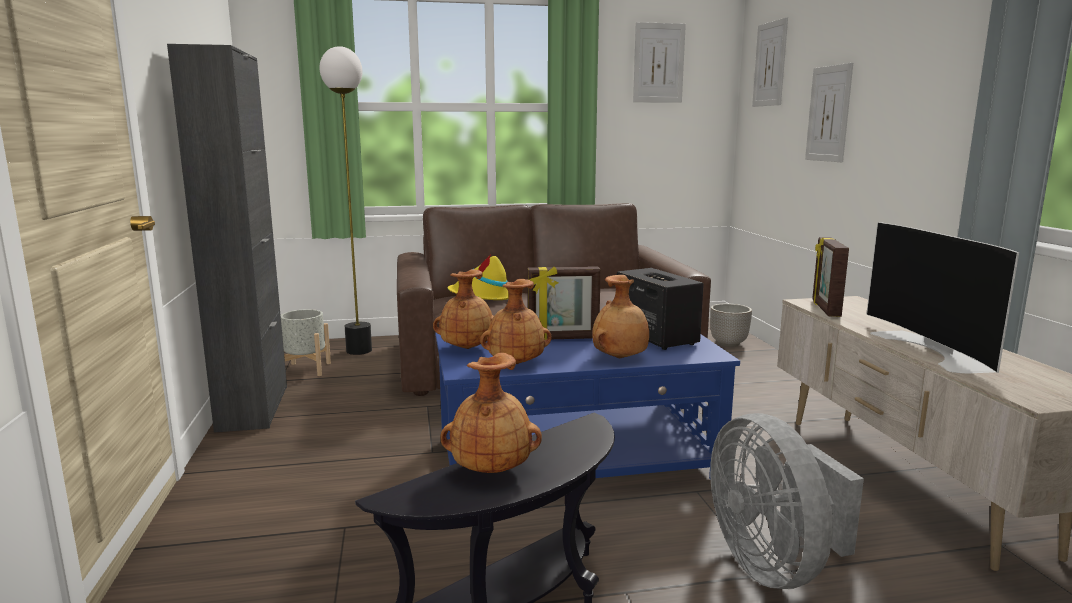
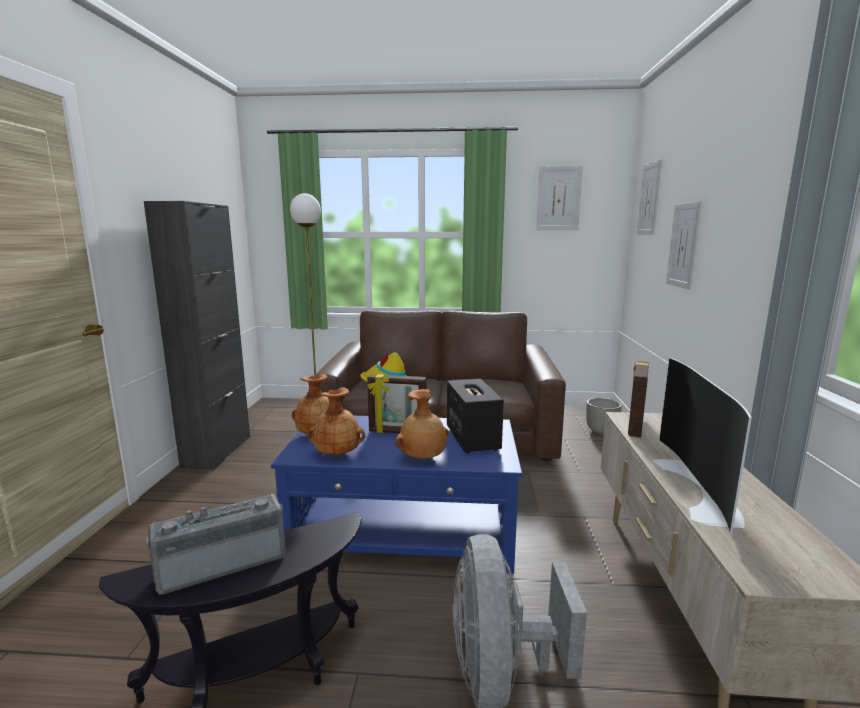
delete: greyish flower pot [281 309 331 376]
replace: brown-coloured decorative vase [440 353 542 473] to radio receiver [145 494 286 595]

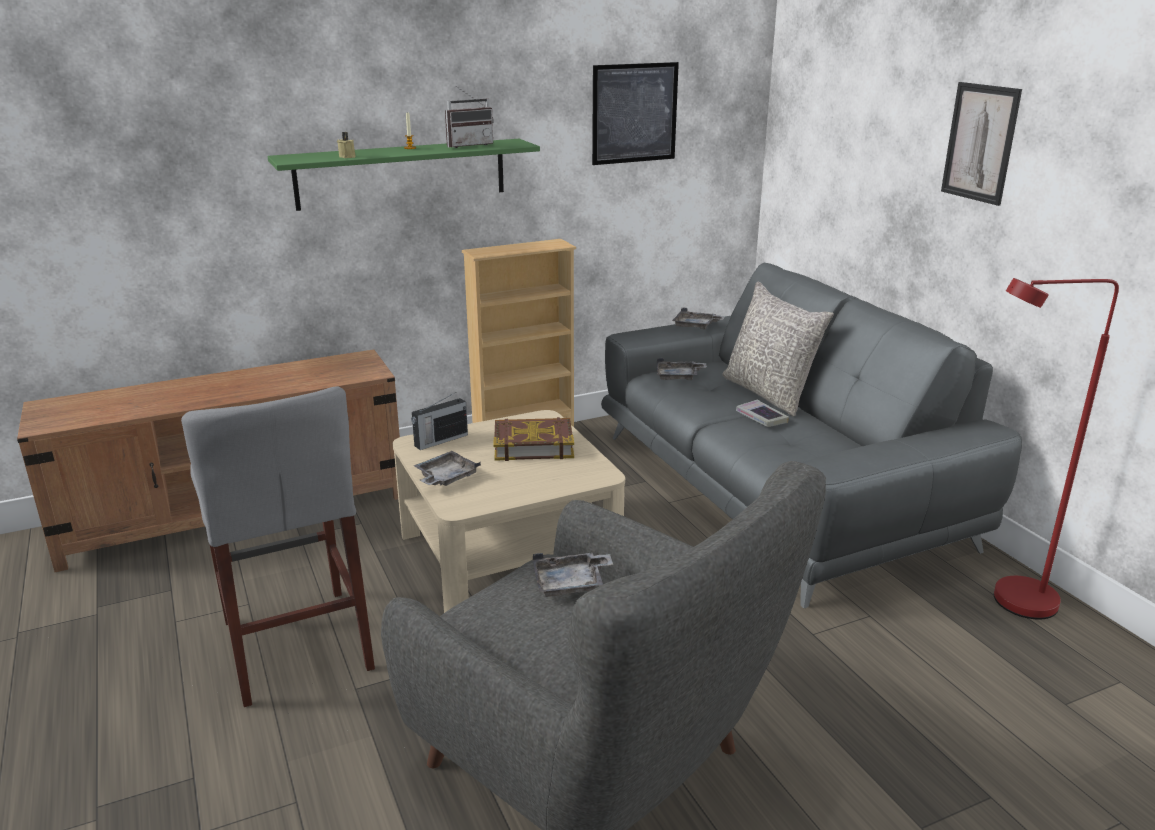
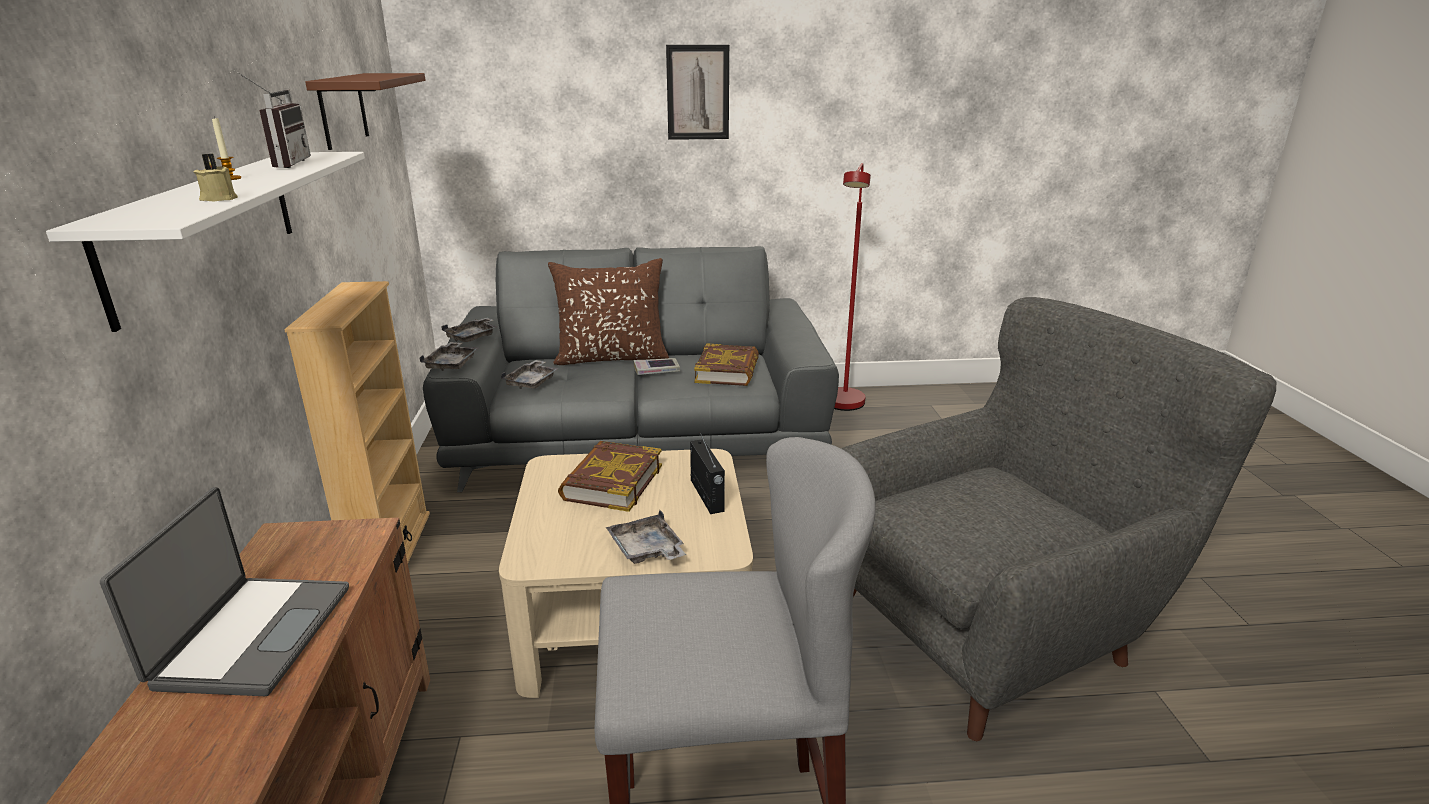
insert: volume [694 343 759 386]; laptop [100 487 349 696]
move: radio receiver [411 392 468 450] to [690 433 725 514]; greyish carrying tray [532 553 613 597] to [420 342 478 371]
replace: picture [592 62 679 165] to brown-coloured wall shelf [305 73 425 150]
recolor: green-coloured wall shelf [267 139 540 211] to white wall shelf [46 152 365 332]; greyish throw pillow [722 282 834 417] to brown-coloured throw pillow [548 258 669 365]

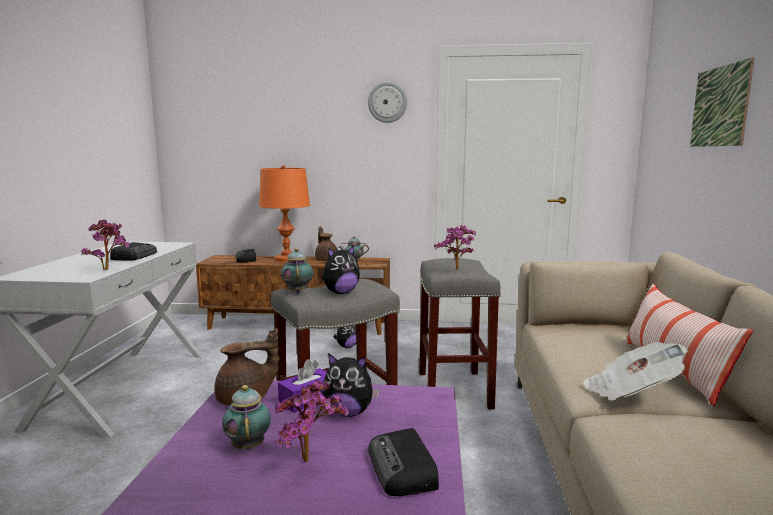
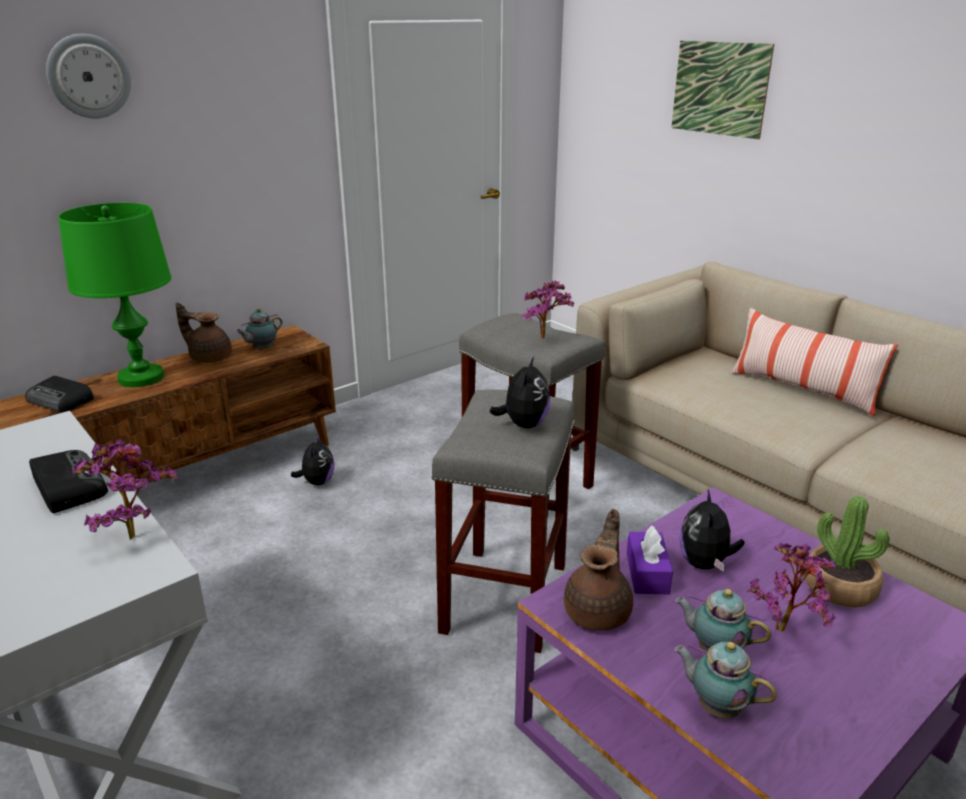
delete: printed paper [583 342 688 401]
move: hanging clock [368 82 407 123] to [46 34 131 118]; pot for tea [281 248 313 293] to [674 642 777 718]
replace: radio receiver [368 428 439 496] to plant in a pot [804 496 889 607]
recolor: orange-coloured lamp for a table [259 165 310 262] to green-coloured lamp for a table [58 203 171 387]
rotate: soft toy [322 353 380 417] = [679 490 745 572] 135 degrees clockwise

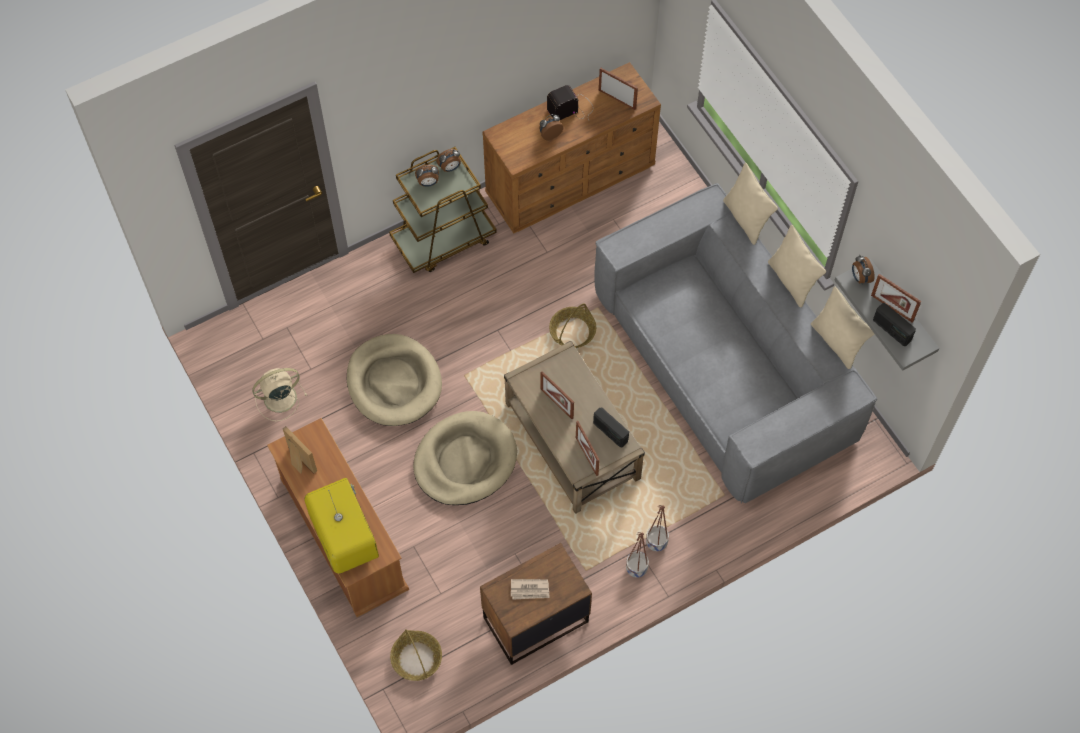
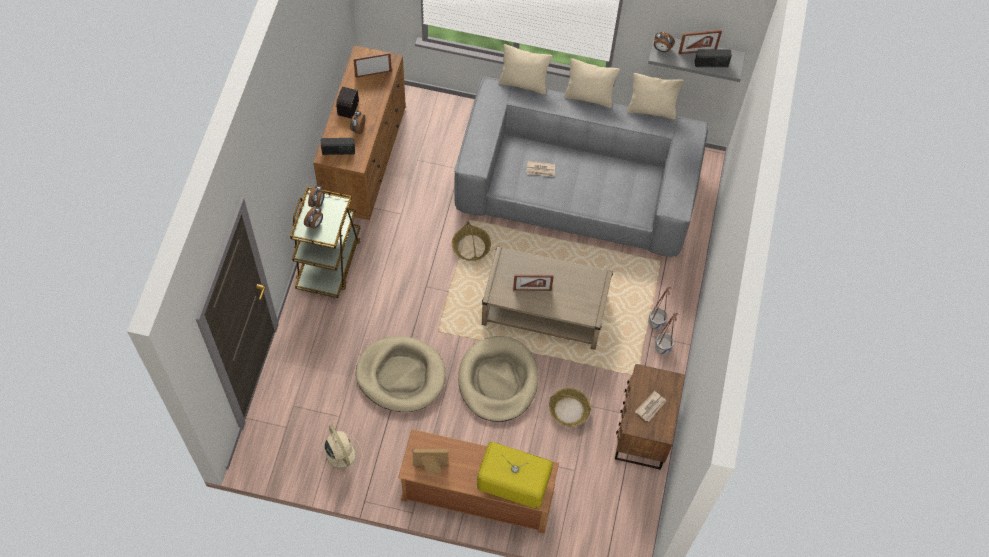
delete: picture frame [576 421 600 476]
insert: printed paper [526 161 555 177]
move: radio receiver [593 408 629 447] to [321 138 355 155]; household basket [390 629 442 681] to [549 388 591 427]
rotate: sand-coloured electric fan [252 368 307 421] = [318 425 363 477] 135 degrees clockwise

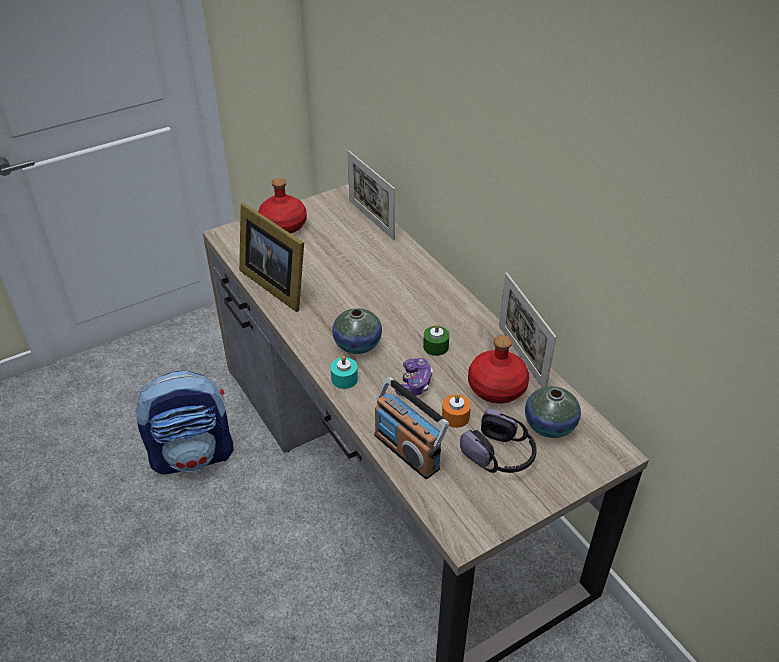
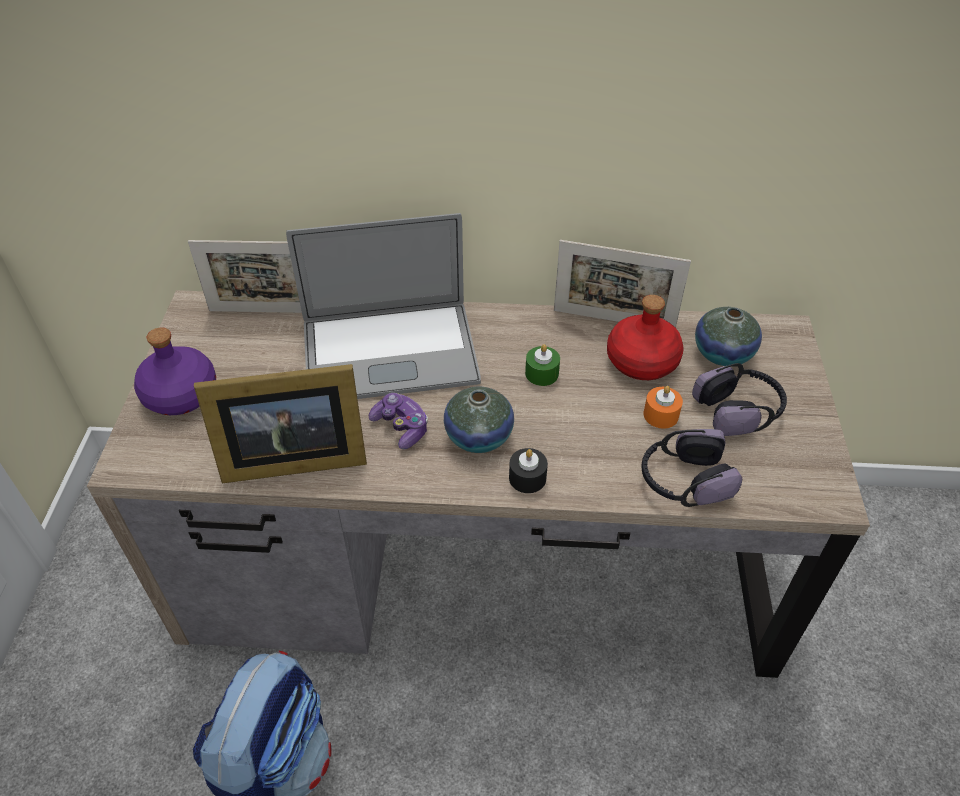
insert: laptop [286 213 481 399]
move: game controller [395 358 433 396] to [369 393 428 449]
replace: radio receiver [374 377 449 479] to headset [642 429 743 507]
recolor: red-coloured beverage bottle [258 178 307 234] to purple beverage bottle [134 327 216 415]; turquoise-coloured wax light [331 356 358 389] to blackish wax light [509 448 548 493]

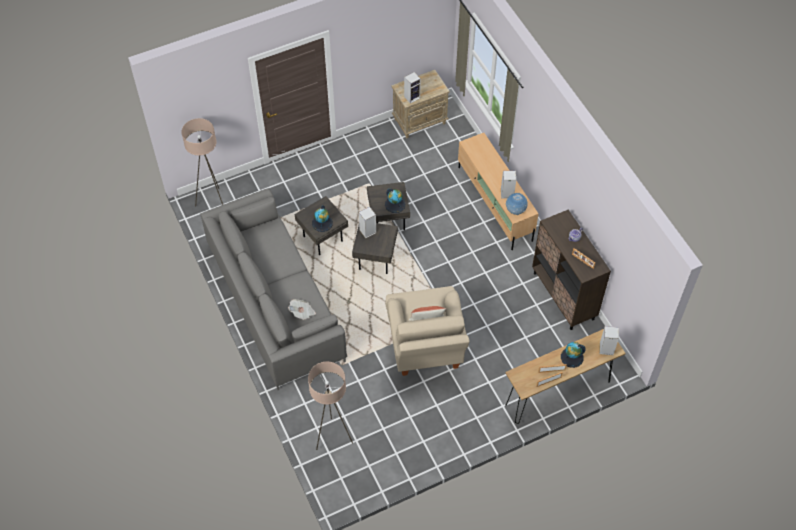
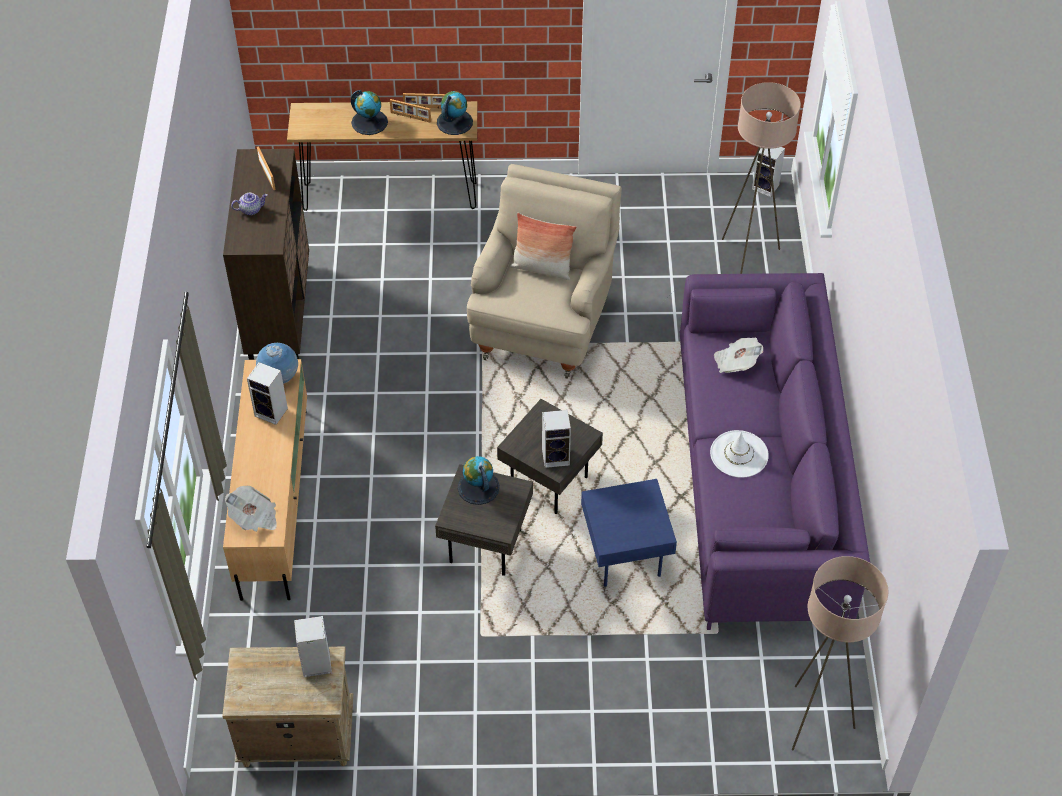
insert: white clothing hat [710 430 769 478]; printed paper [225 486 277 532]
move: globe [312 205 333 232] to [437 91 473 135]; speaker [600 326 619 355] to [752 147 785 197]
recolor: greyish sofa [200 189 347 390] to purple sofa [680 273 870 630]; greyish side table [295 196 348 255] to blue side table [581 479 677 587]

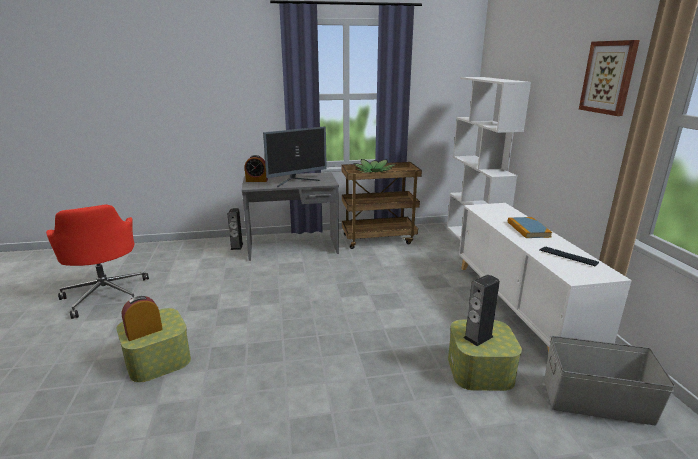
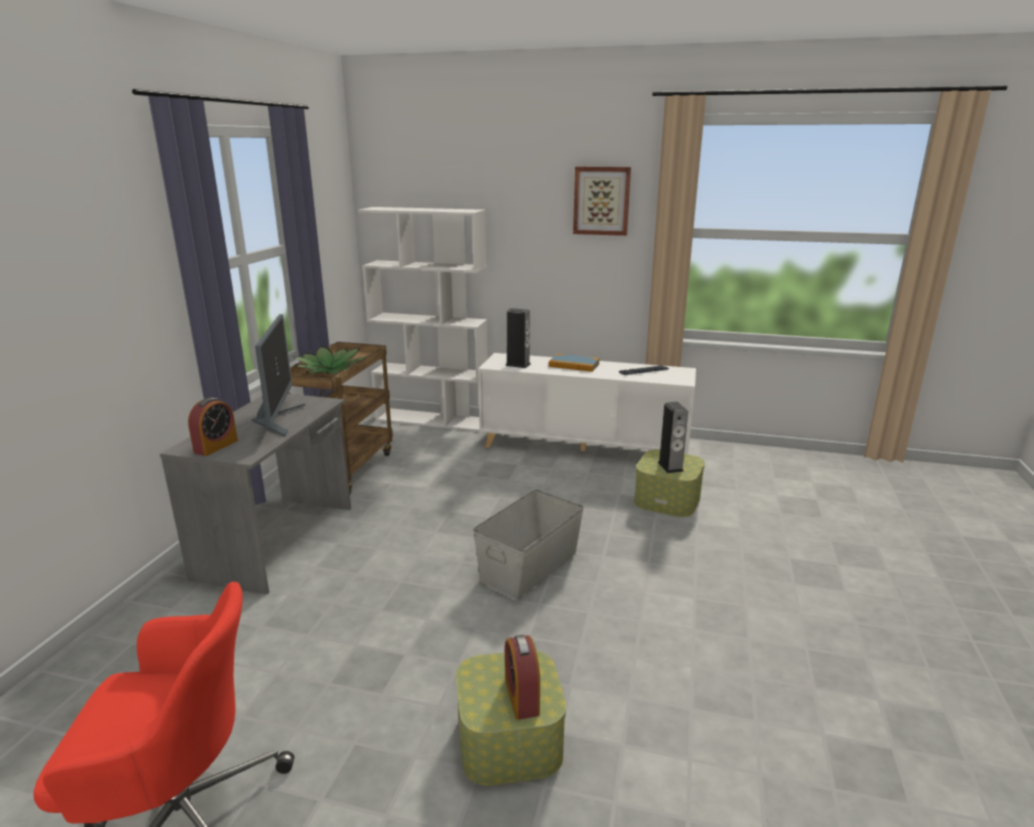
move: speaker [228 208 243 250] to [505 308 531 368]; greyish storage box [544 336 676 426] to [473 489 584 599]

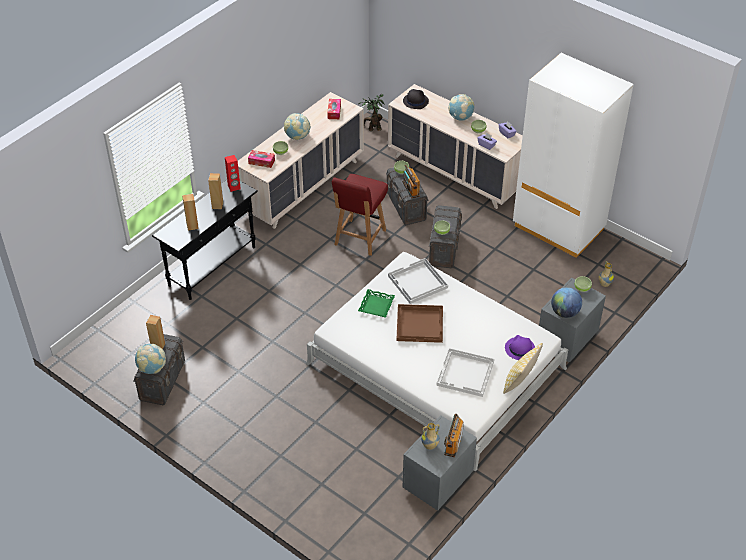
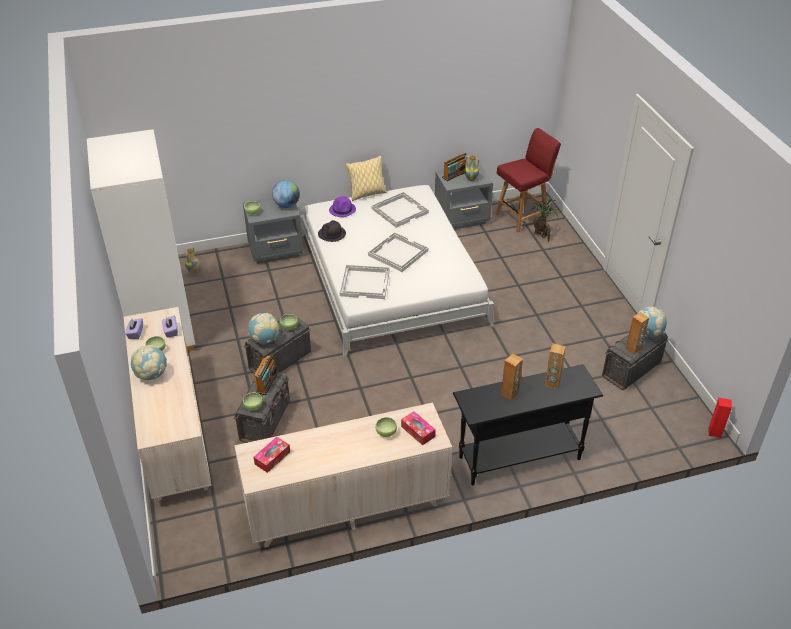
delete: green-coloured carrying tray [358 289 395 318]
move: blackish clothing hat [403 89 429 109] to [318 220 346 242]; plant in a pot [358 94 385 131] to [532 198 558 242]; globe [284 113 311 140] to [248 313 279 344]; red-coloured speaker [225 155 241 192] to [709 398 732 438]; red-coloured upright chair [332 174 388 256] to [495 128 561 232]
recolor: brown-coloured carrying tray [396 304 443 343] to white carrying tray [368 232 428 272]

